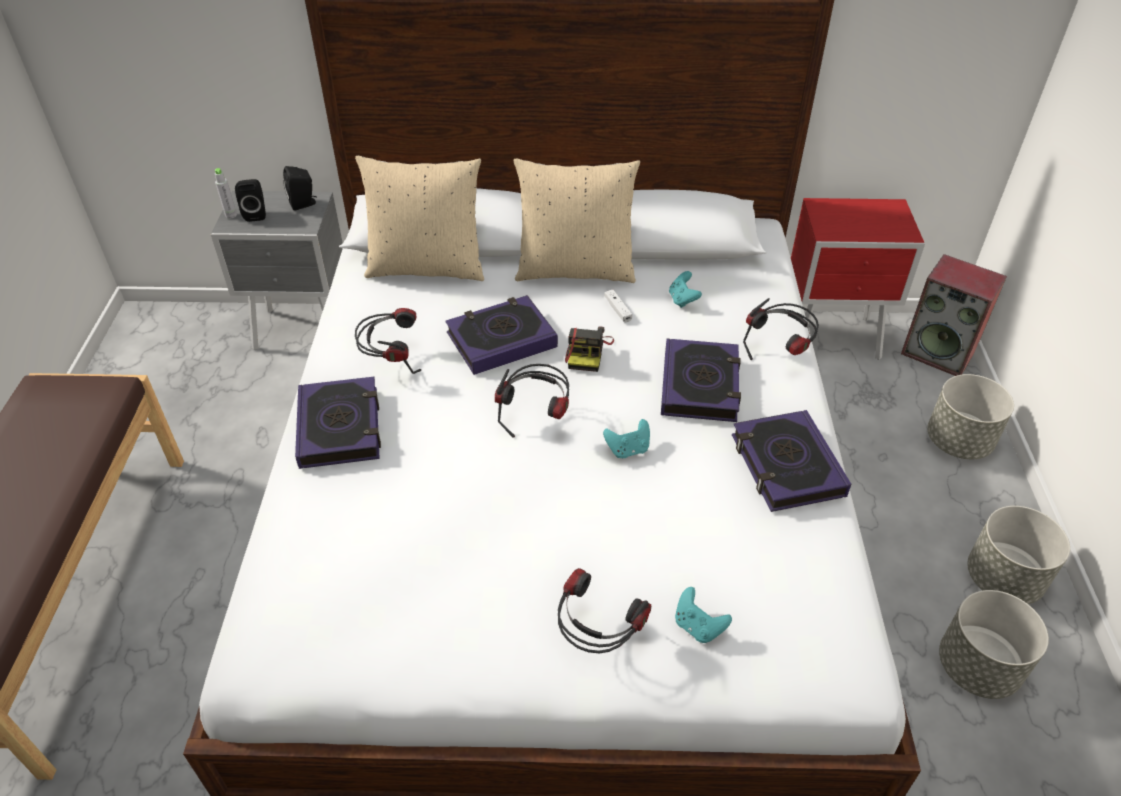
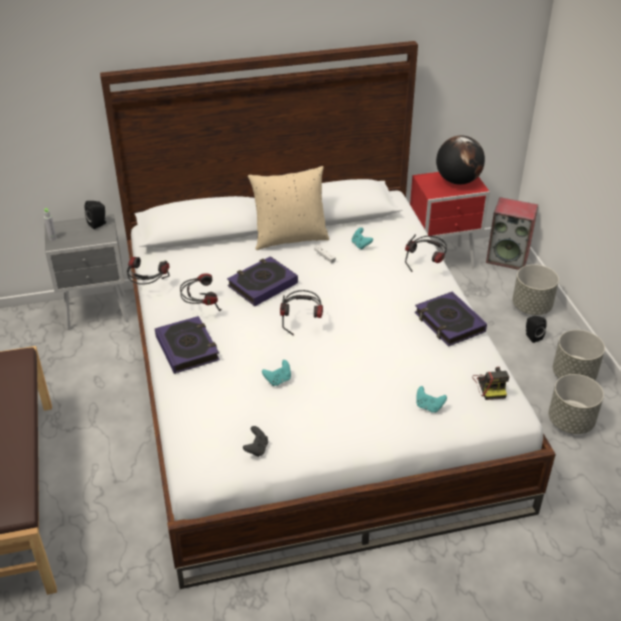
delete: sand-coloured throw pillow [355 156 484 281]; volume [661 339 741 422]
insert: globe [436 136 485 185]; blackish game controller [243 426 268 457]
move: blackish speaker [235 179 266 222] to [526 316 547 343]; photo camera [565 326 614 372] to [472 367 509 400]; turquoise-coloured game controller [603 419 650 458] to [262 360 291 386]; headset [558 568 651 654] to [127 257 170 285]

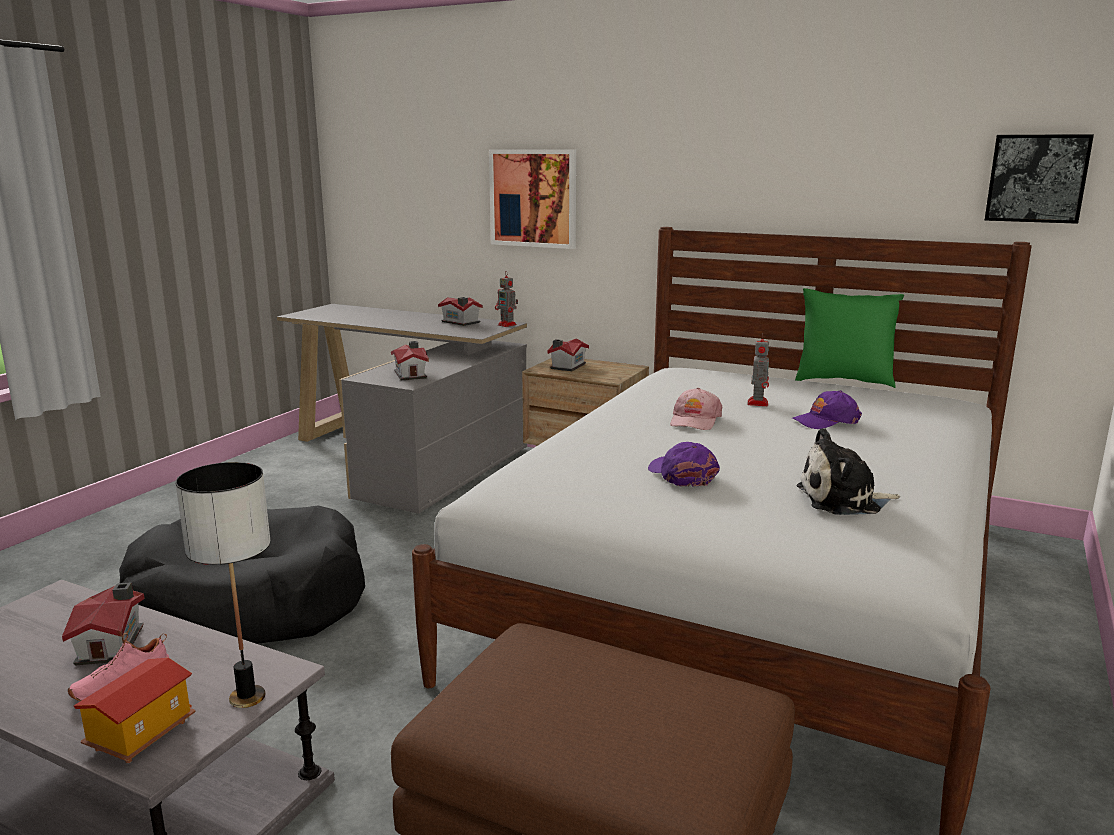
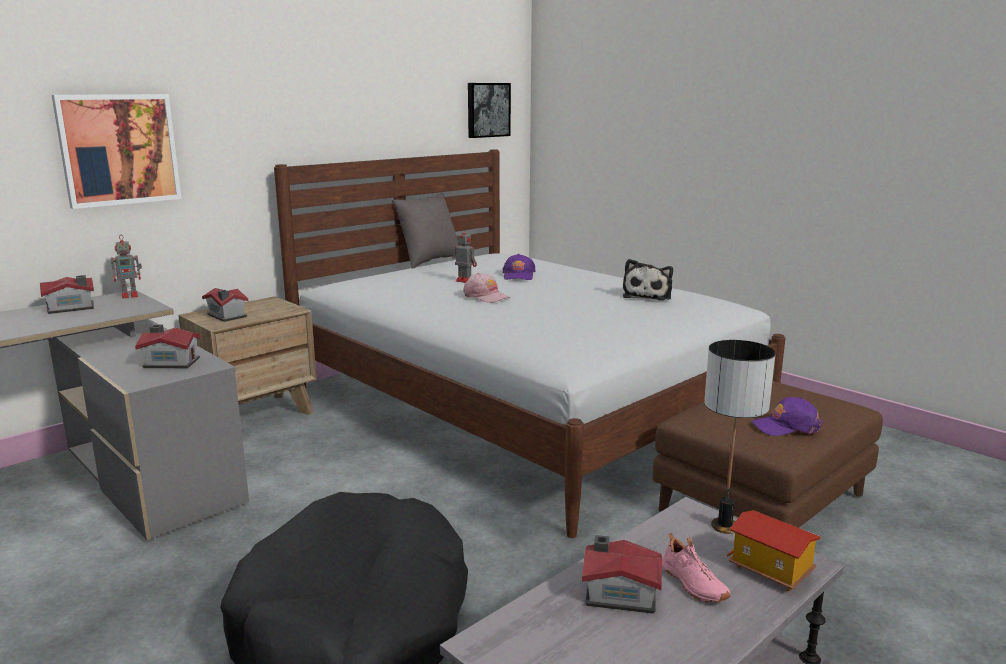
move: purple peaked cap [648 442 720 487] to [752 397 823 436]
recolor: green-coloured throw pillow [795 288 904 388] to greyish throw pillow [392 193 459 269]

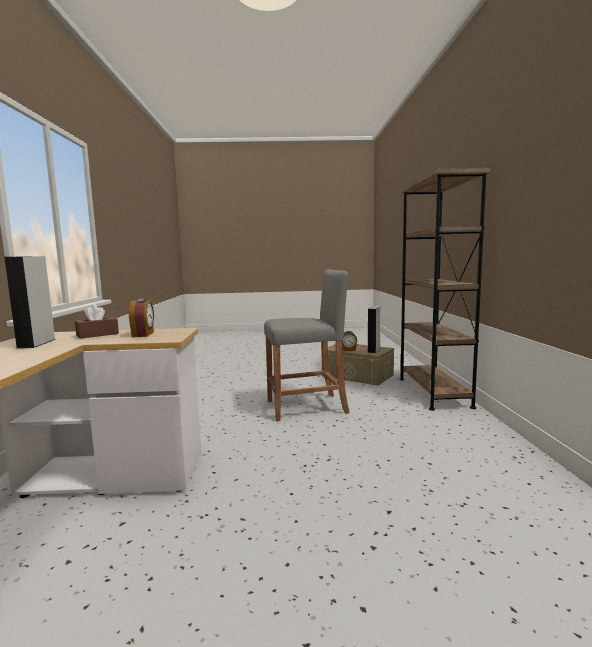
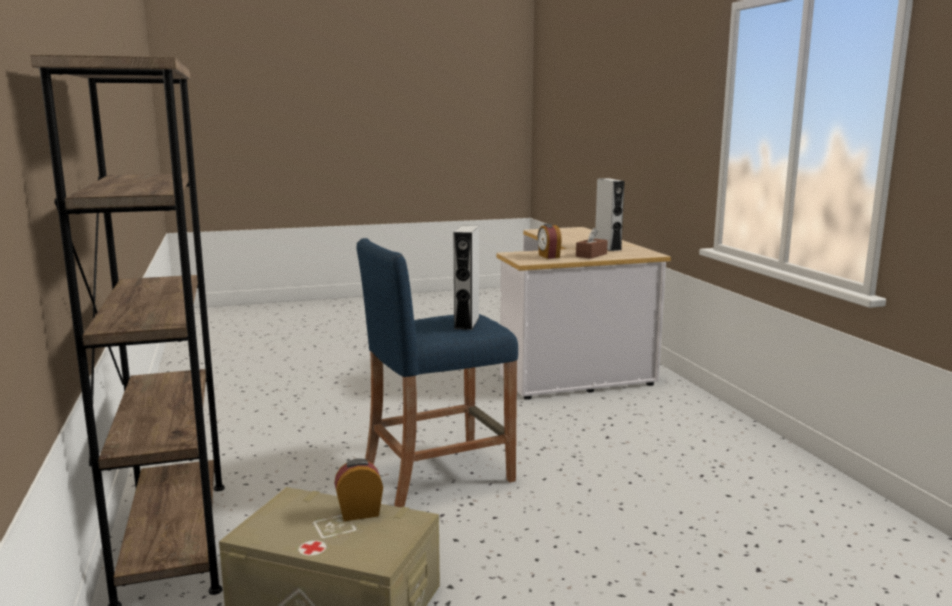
move: greyish speaker [367 306 381 353] to [454 225 479 330]
recolor: greyish sitting stool [264 269 350 421] to blue sitting stool [357 238 518 507]

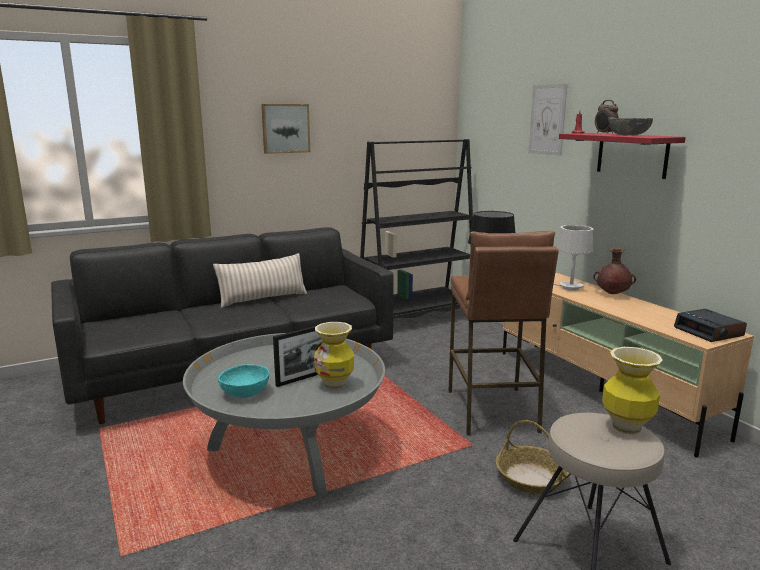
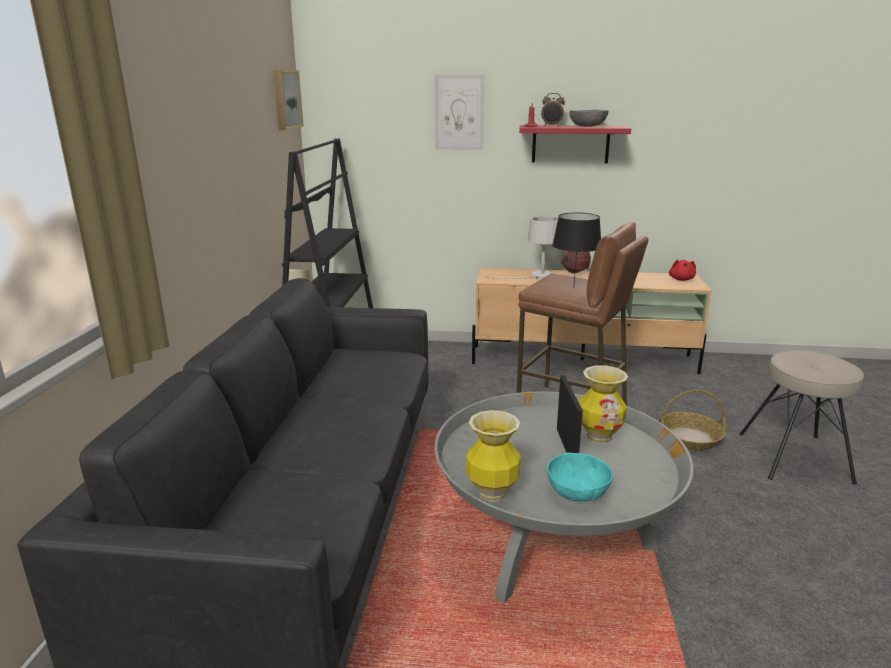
delete: sand-coloured throw pillow [213 253 307 308]
move: picture [261 104 310 154] to [273 70 304 130]; decorative vase [602 347 663 435] to [466 410 521 502]
replace: alarm clock [674 309 747 342] to red-coloured soft toy [669 260 696 281]

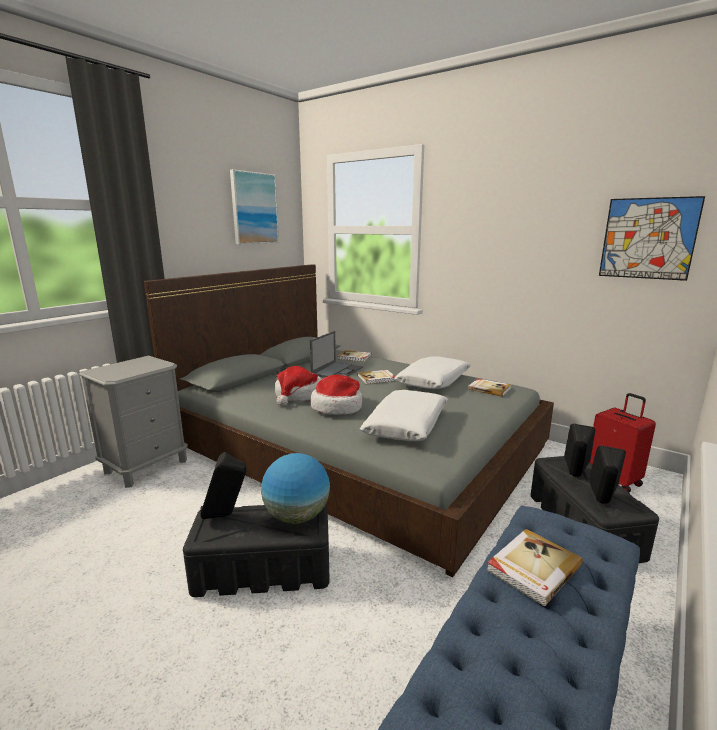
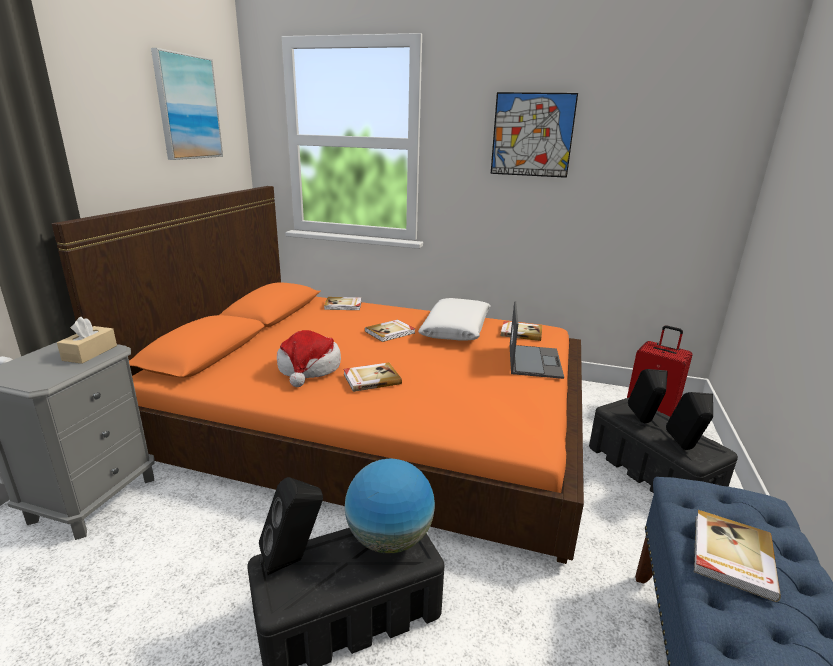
delete: white throw pillow [360 390 448 441]
insert: sand-coloured tissue holder [57 317 117 364]
move: picture [599 196 705 281] to [491 92 578 178]; laptop [310 331 363 378] to [510 301 564 379]
replace: clothing hat [311 374 362 415] to volume [343 363 402 392]
recolor: greyish bedroom bed [144 264 554 578] to orange-coloured bedroom bed [52 186 584 564]

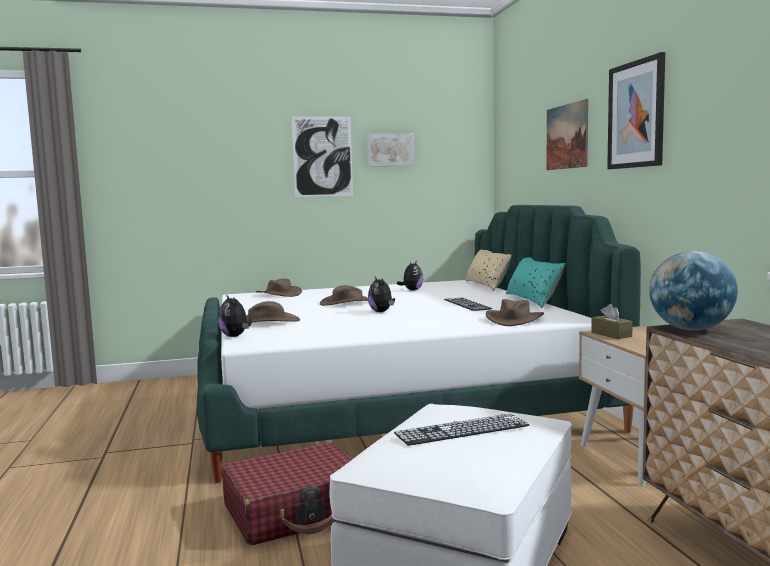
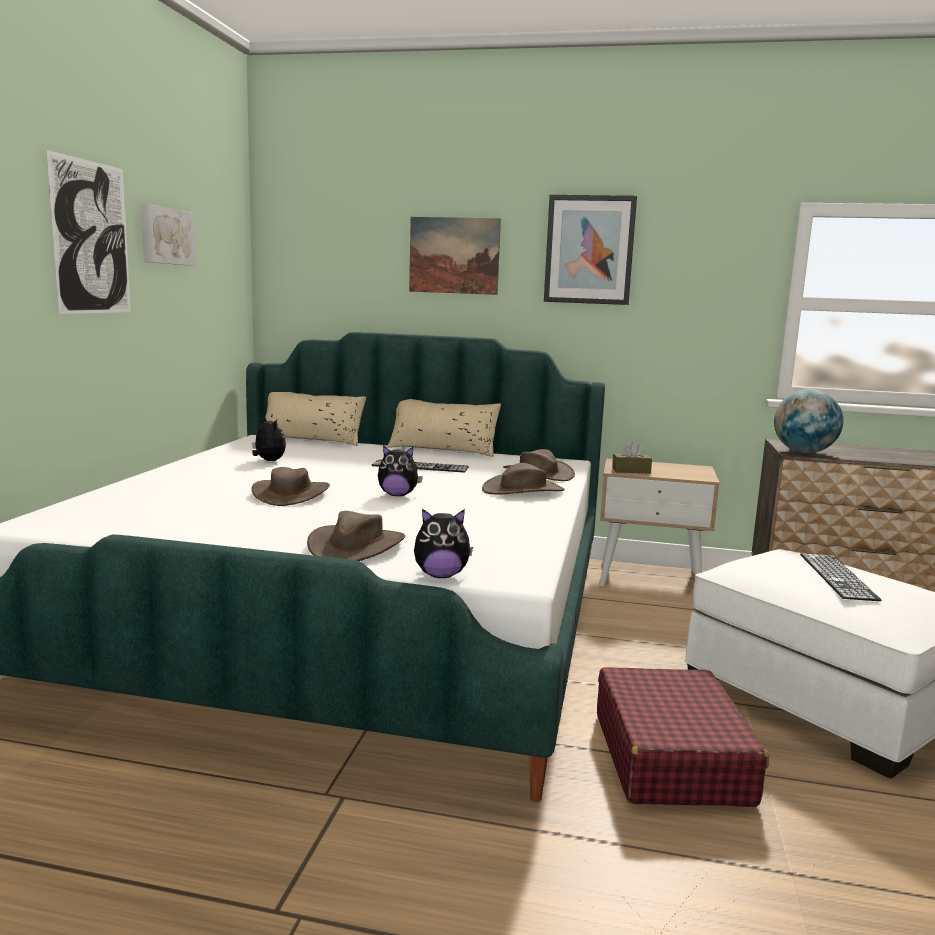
move: brown-coloured clothing hat [256 278 302 297] to [482 463 565 494]
recolor: turquoise-coloured throw pillow [506 257 566 308] to sand-coloured throw pillow [387 399 501 457]

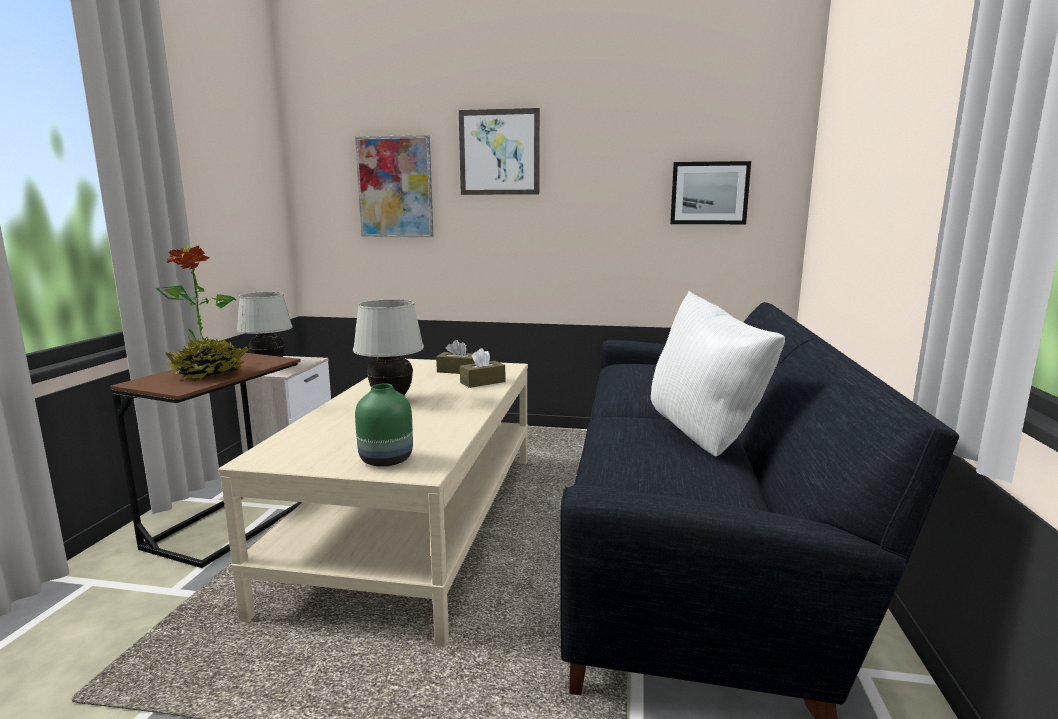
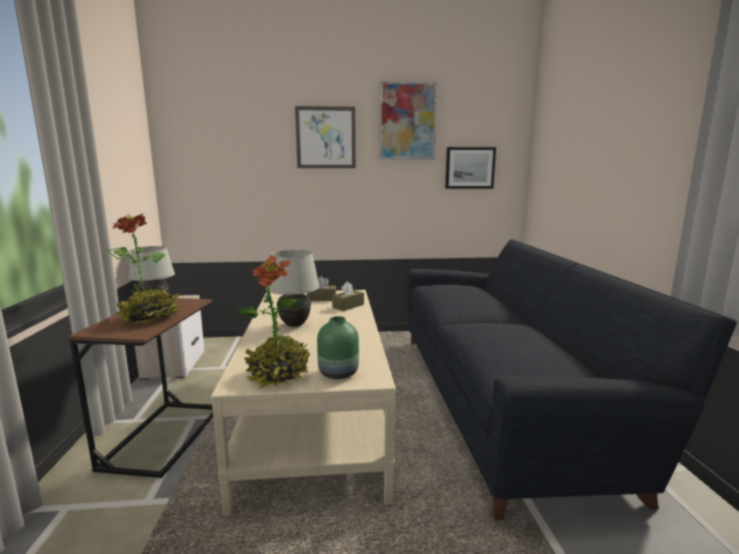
delete: white throw pillow [651 291 785 456]
insert: plant in a pot [234 255 310 388]
move: picture [355 135 433 237] to [379 81 438 160]

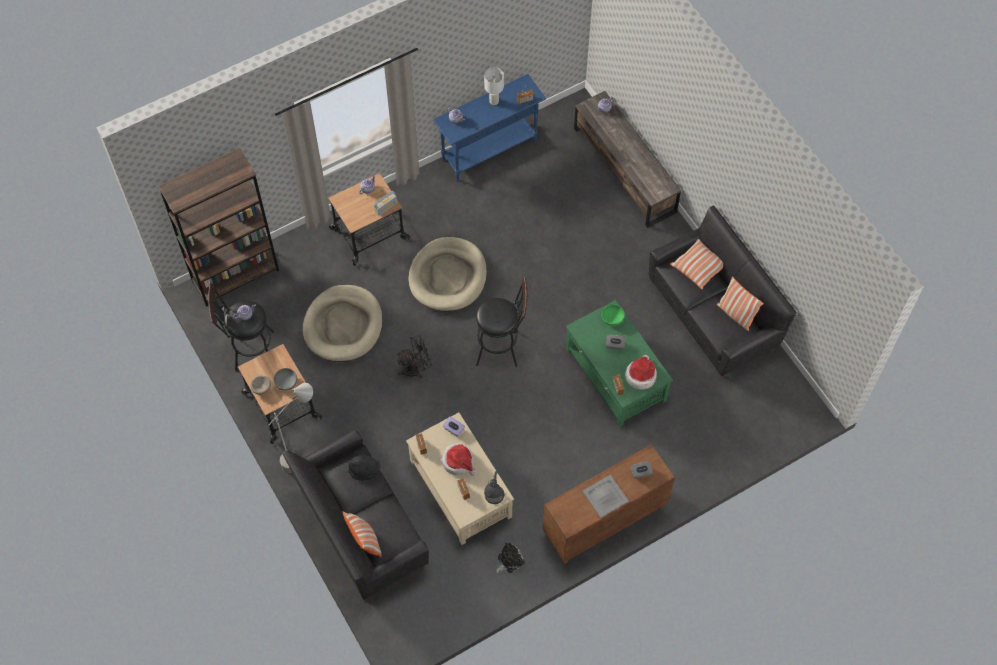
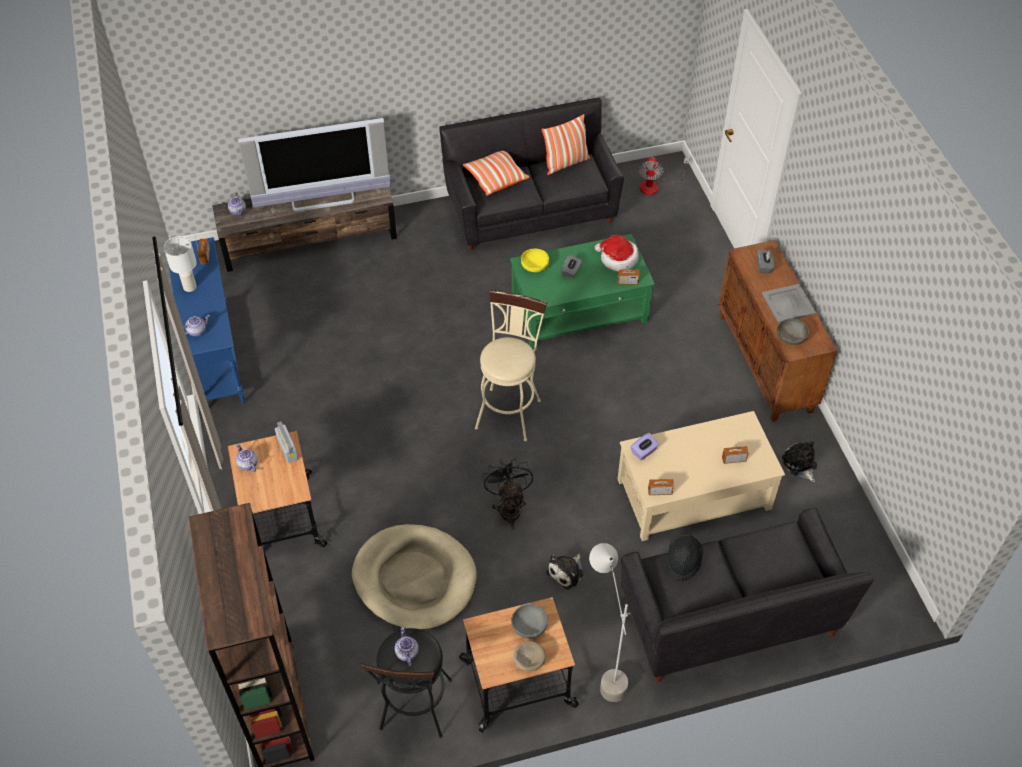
delete: sand-coloured pet bed [408 237 487 311]; clothing hat [441 443 477 476]; greyish lamp for a table [484 469 504 504]; throw pillow [342 511 382 557]
insert: TV set [238 118 391 212]; electric fan [639 157 689 195]; greyish deep dish [777 318 809 345]; soft toy [546 554 584 590]
recolor: blackish sitting stool [476 277 527 367] to sand-coloured sitting stool [475 290 547 441]; green-coloured deep dish [602 304 625 326] to yellow-coloured deep dish [521 249 549 272]

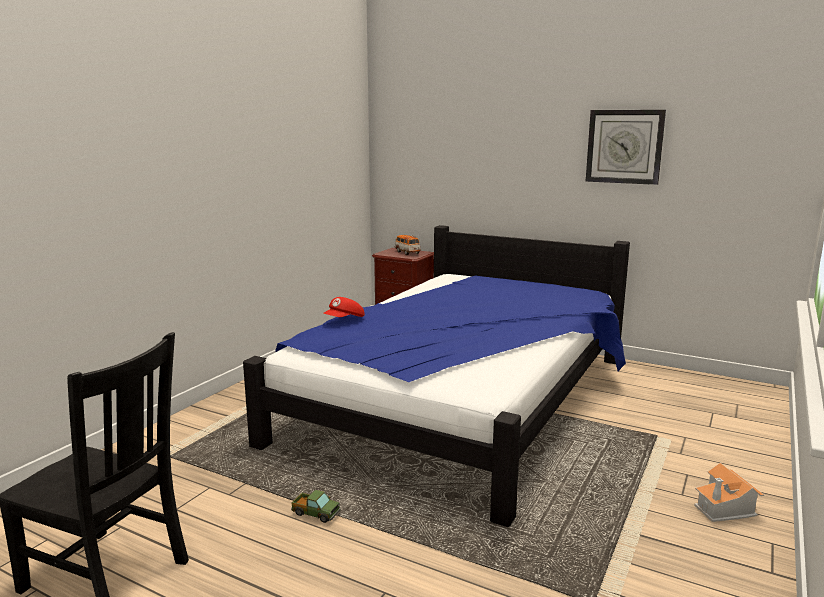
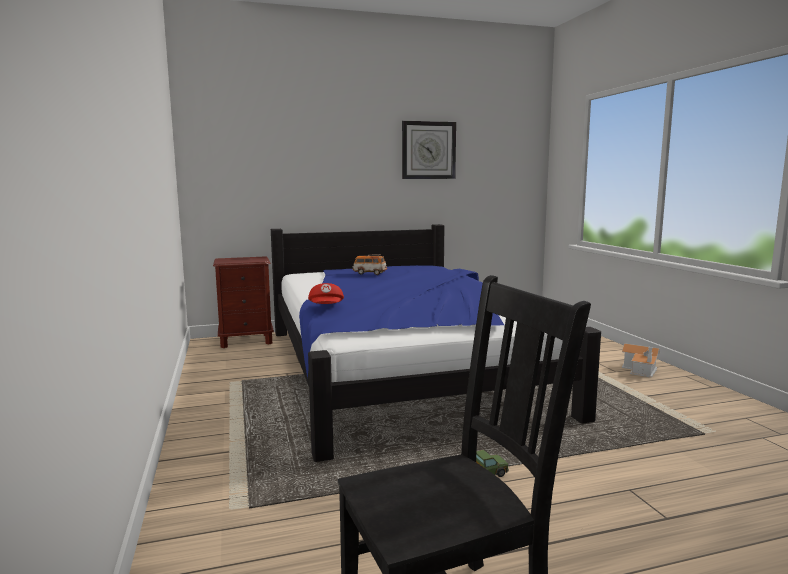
move: miniature car [394 235 421 255] to [353 255 387 275]

